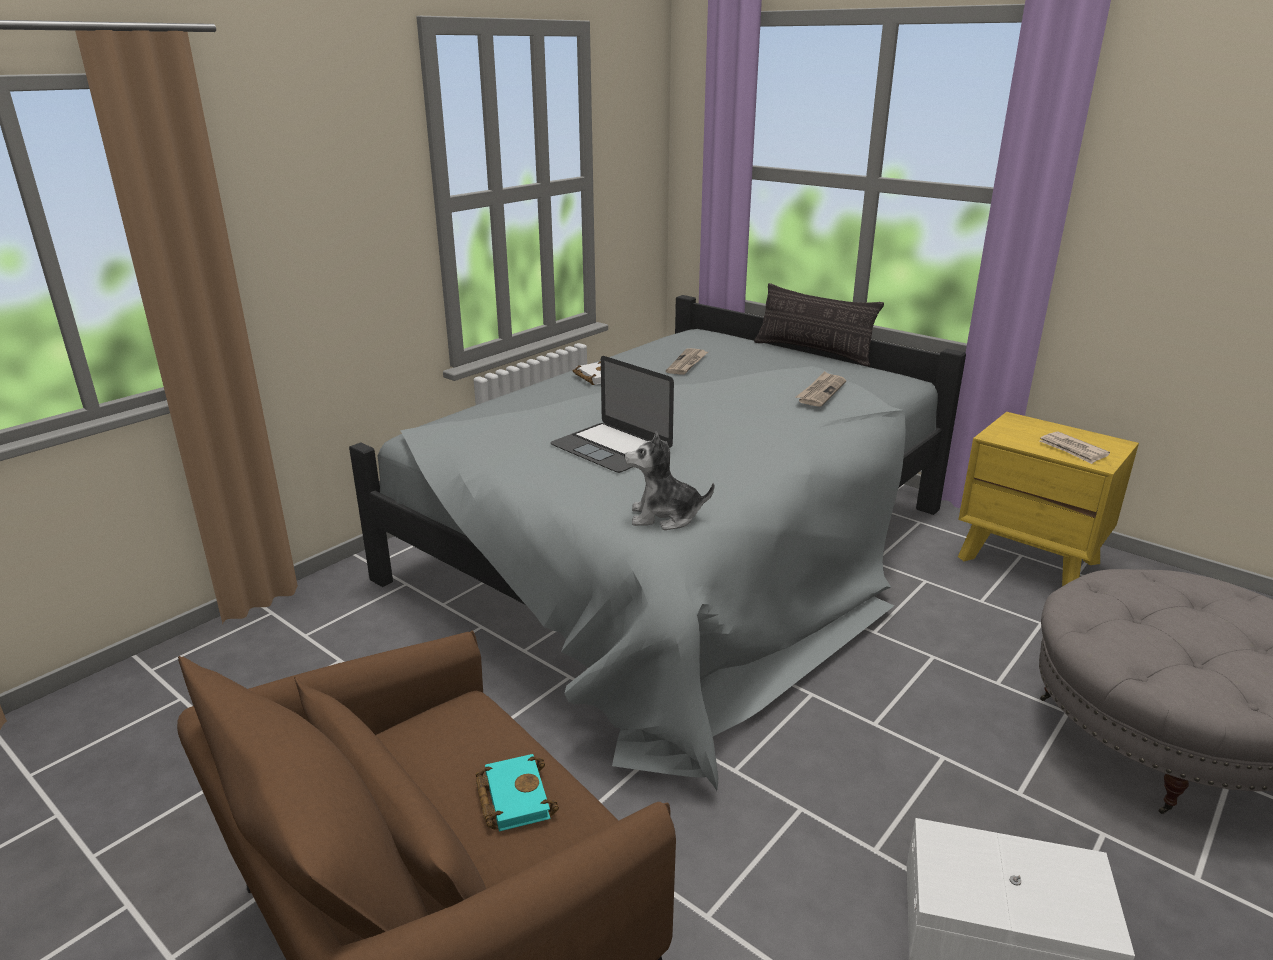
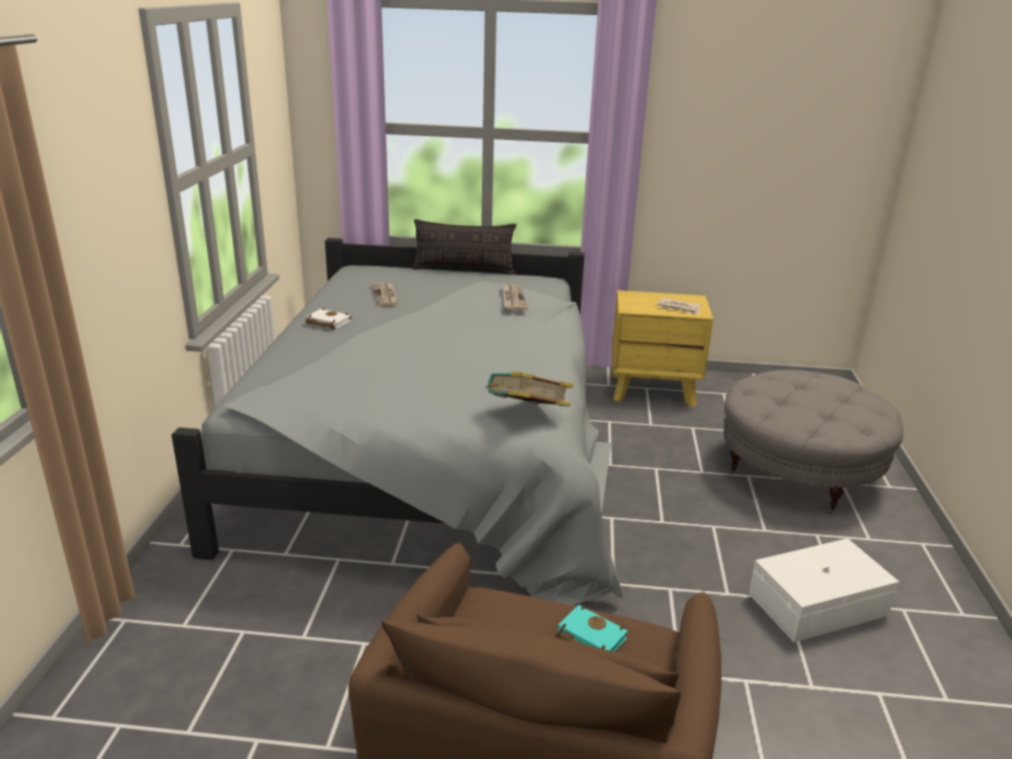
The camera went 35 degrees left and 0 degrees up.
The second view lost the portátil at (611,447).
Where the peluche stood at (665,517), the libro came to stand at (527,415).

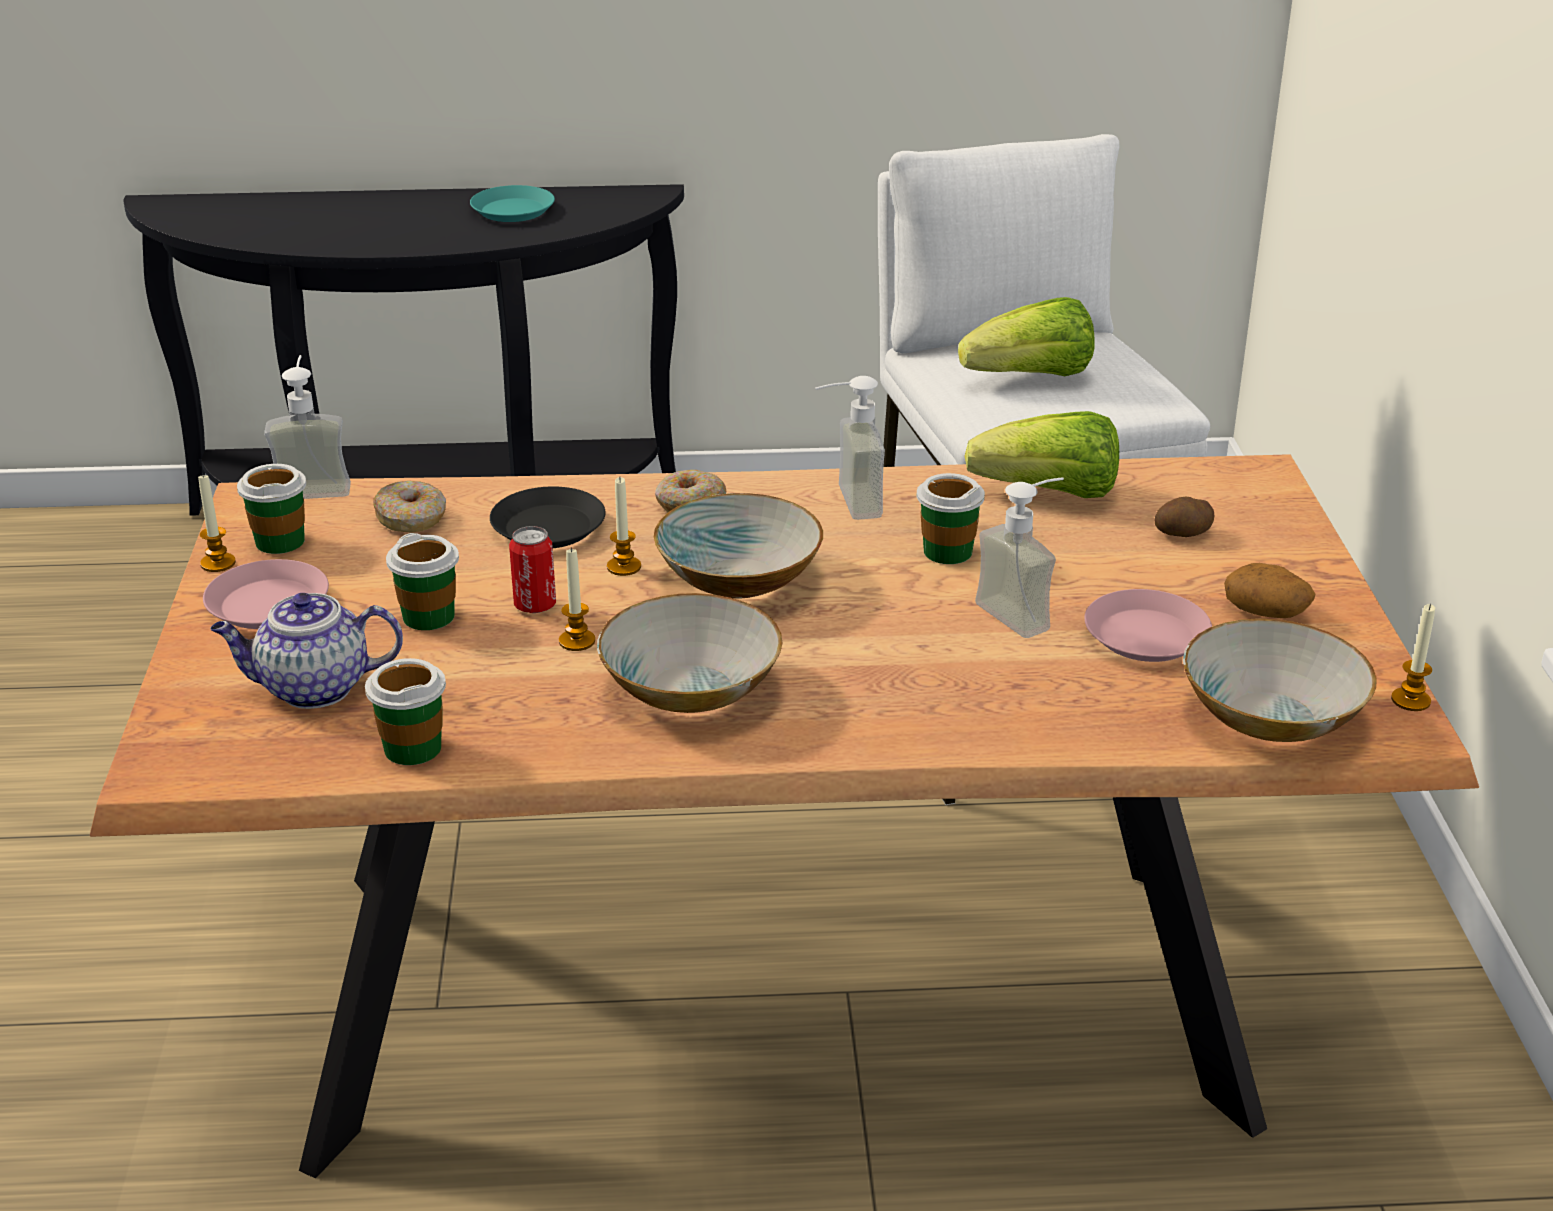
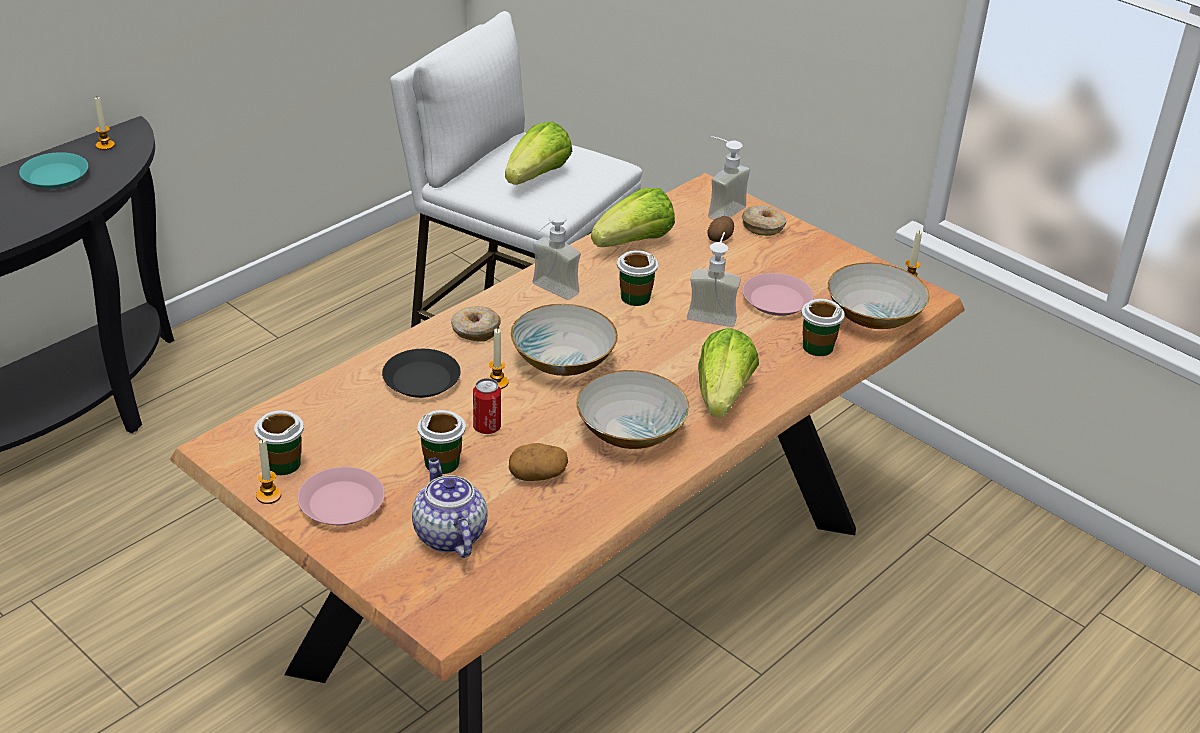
The camera went 45 degrees left and 5 degrees up.
The second view gained the lechuga at (723,396).
The dispensador de jabón ended up elsewhere, having gone from (313,485) to (719,209).
The taza ended up elsewhere, having gone from (412,748) to (817,347).
The rosquilla ended up elsewhere, having gone from (412,518) to (763,227).
The vela ended up elsewhere, having gone from (577,641) to (105,145).
The patata ended up elsewhere, having gone from (1267,611) to (538,474).
The tetera at (312,689) ended up facing another way, 120 degrees clockwise from before.

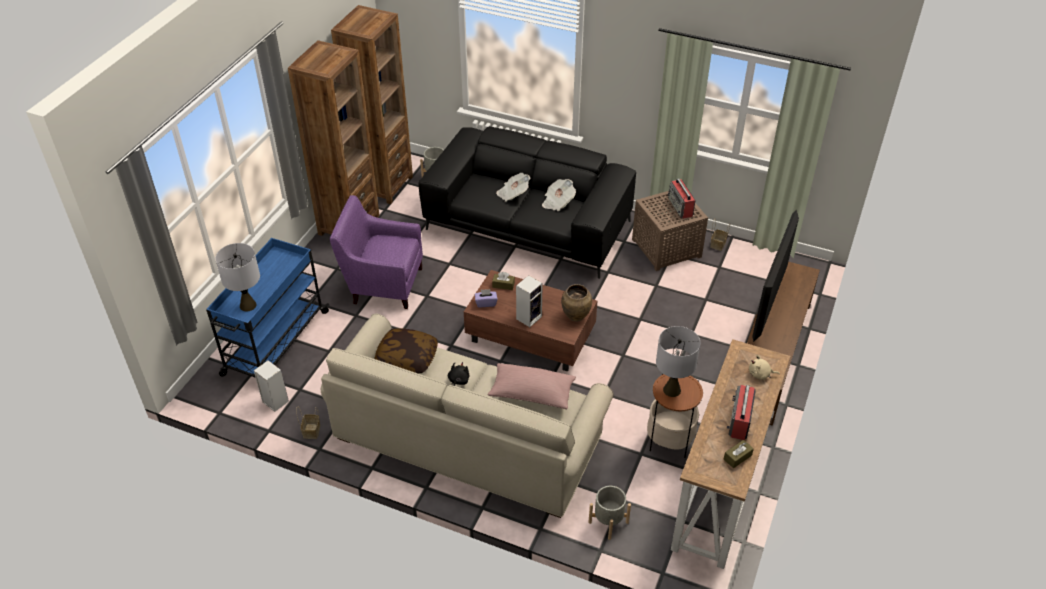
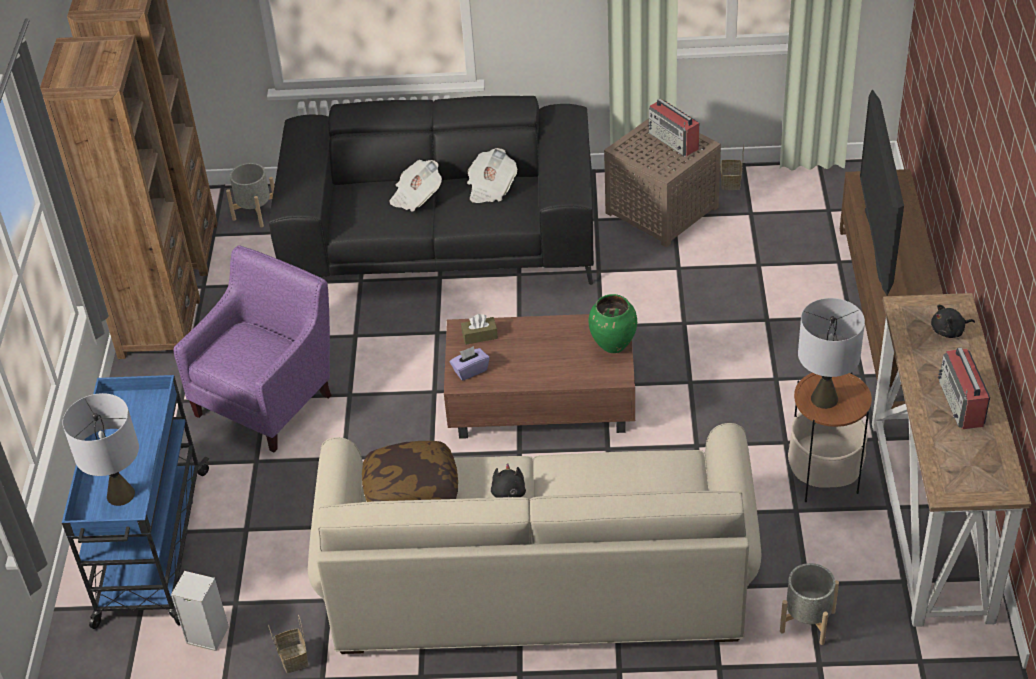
The camera went 20 degrees left and 0 degrees up.
The second view lost the cojín (rosa) at (531,394).
The second view lost the altavoz at (529,317).
The second view lost the caja de pañuelos (marrón) at (737,457).
What was the florero (marrón) at (576,316) turned into the florero (verde) at (613,345).
What was the peluche (beis) at (760,374) turned into the peluche (negro) at (949,331).
The sillón (morado) at (383,283) ended up facing another way, 135 degrees clockwise from before.

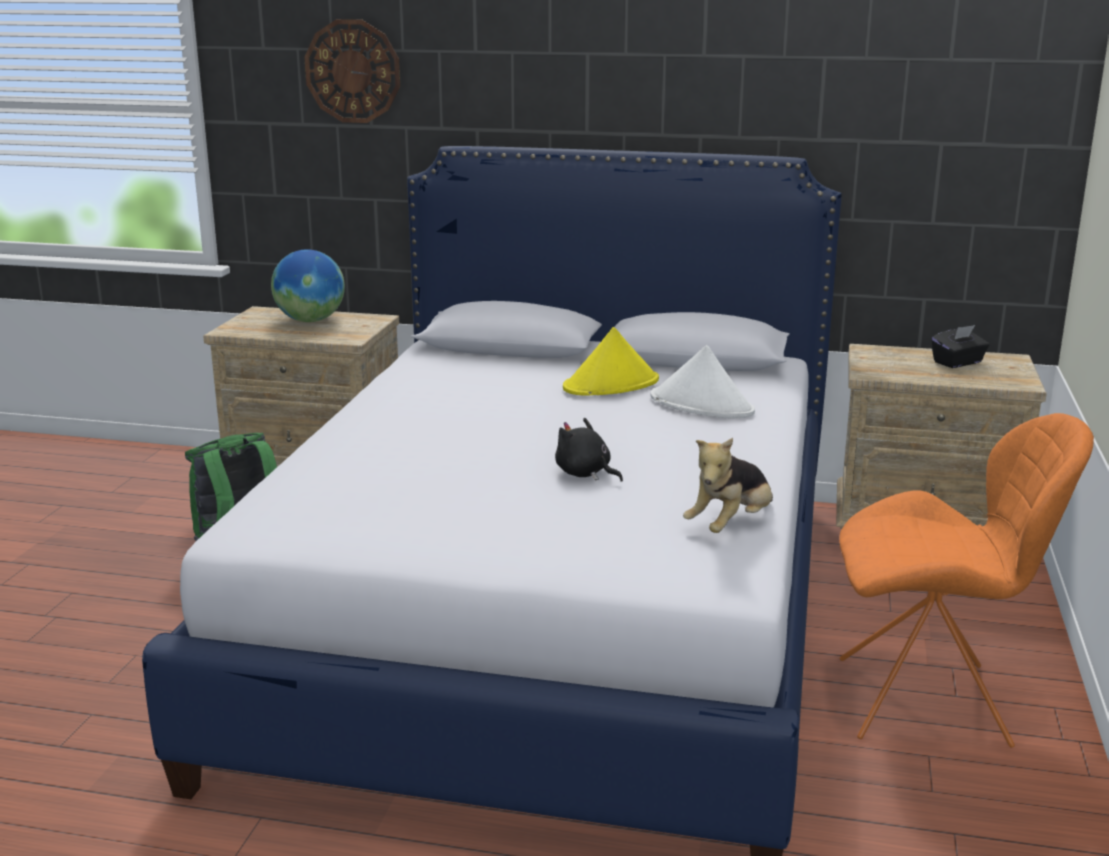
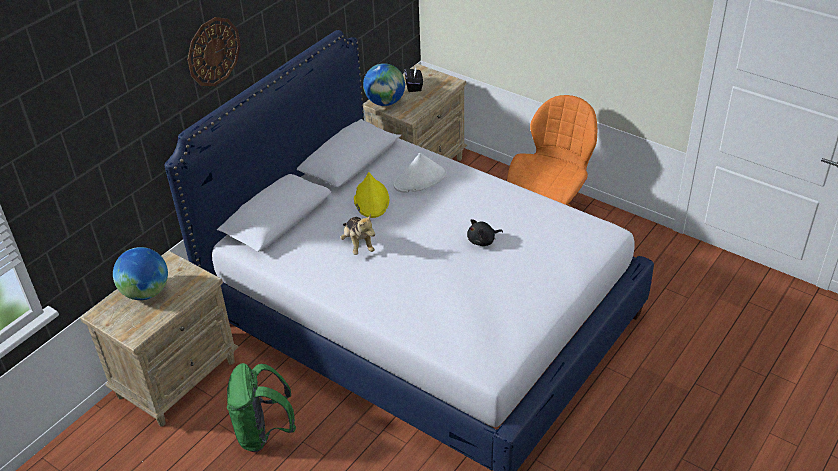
The camera went 65 degrees left and 20 degrees up.
The second view gained the globo terráqueo at (385,102).
The reloj de pared ended up elsewhere, having gone from (353,71) to (213,51).
The peluche ended up elsewhere, having gone from (731,525) to (358,244).

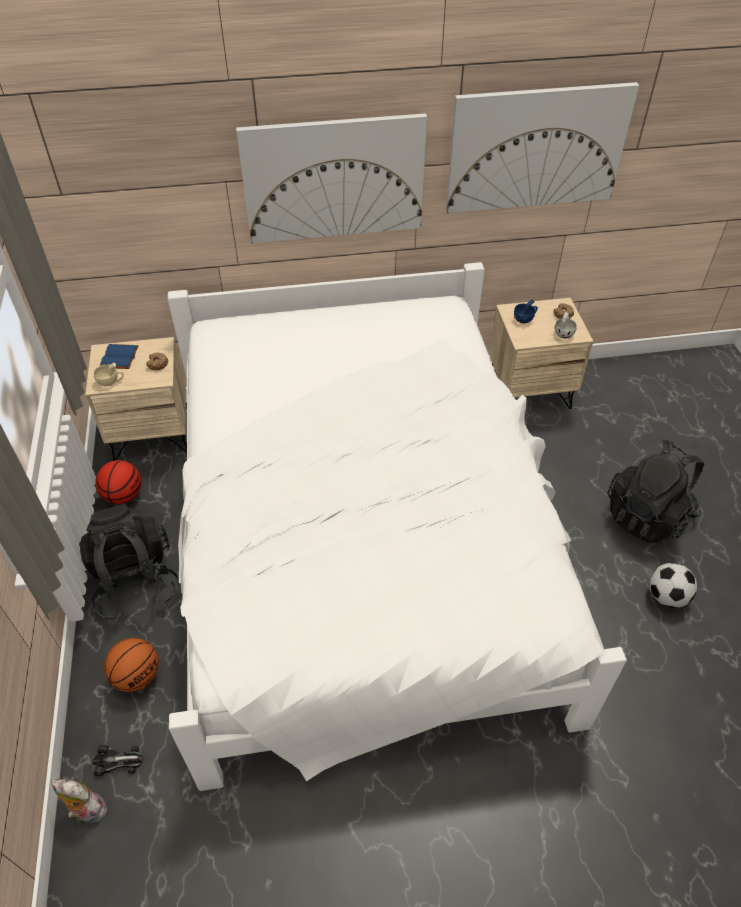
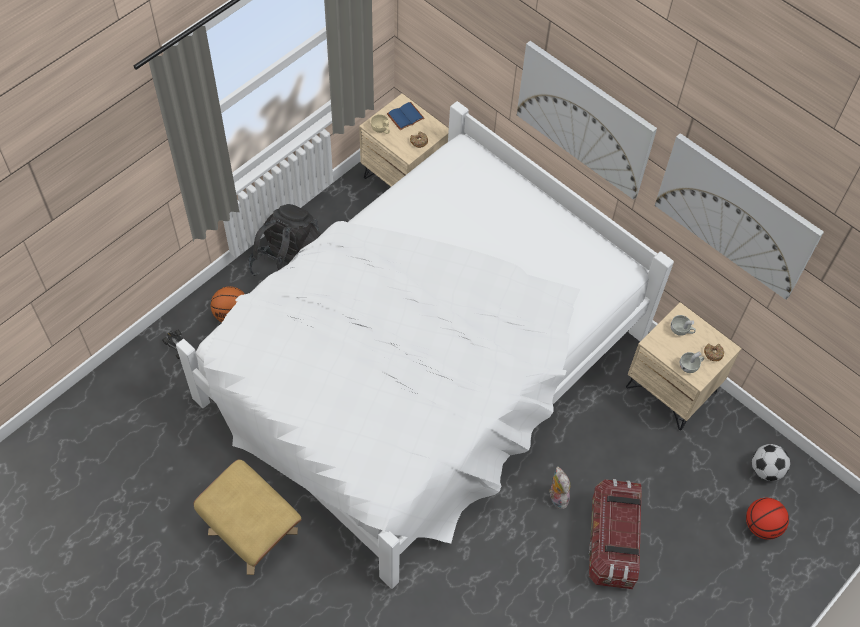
The camera went 50 degrees right and 10 degrees up.
The second view gained the puf (beis) at (253,531).
The peluche ended up elsewhere, having gone from (86,810) to (556,497).
The balón de baloncesto ended up elsewhere, having gone from (123,495) to (761,525).
The balón de fútbol ended up elsewhere, having gone from (666,596) to (766,469).
Where the mochila (negro) stood at (648,515), the caja de almacenaje came to stand at (611,541).
What was the taza (azul) at (525,319) turned into the taza (blanco) at (681,330).

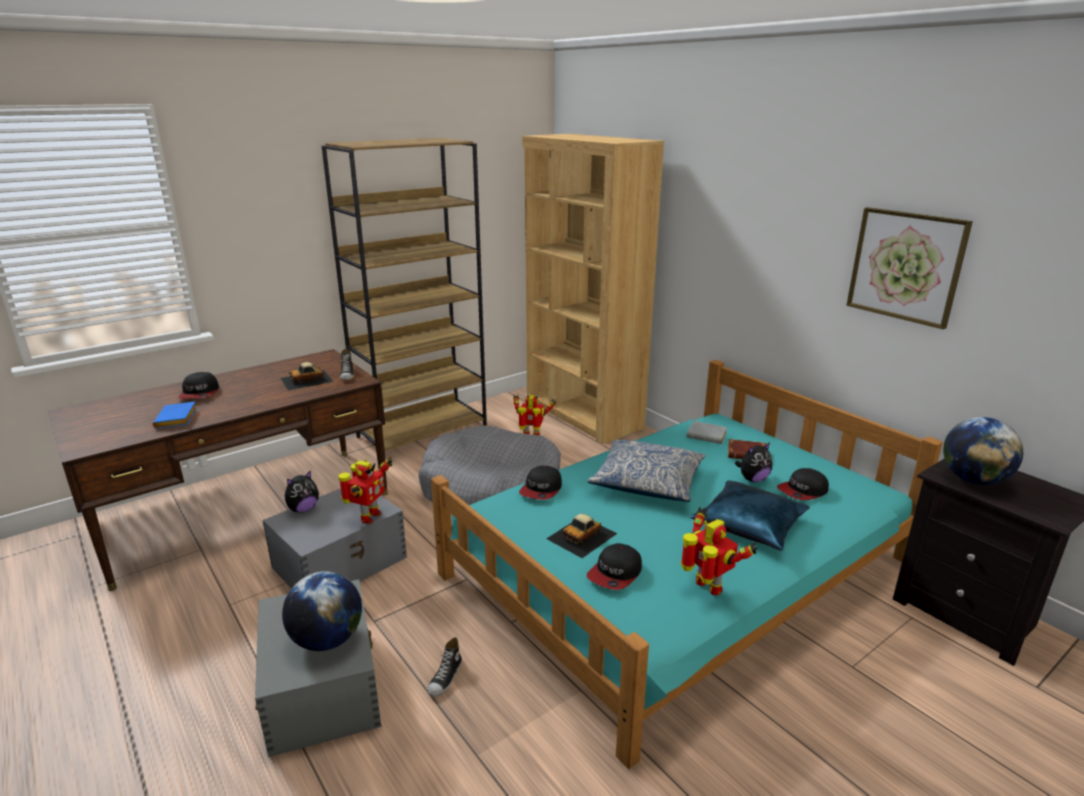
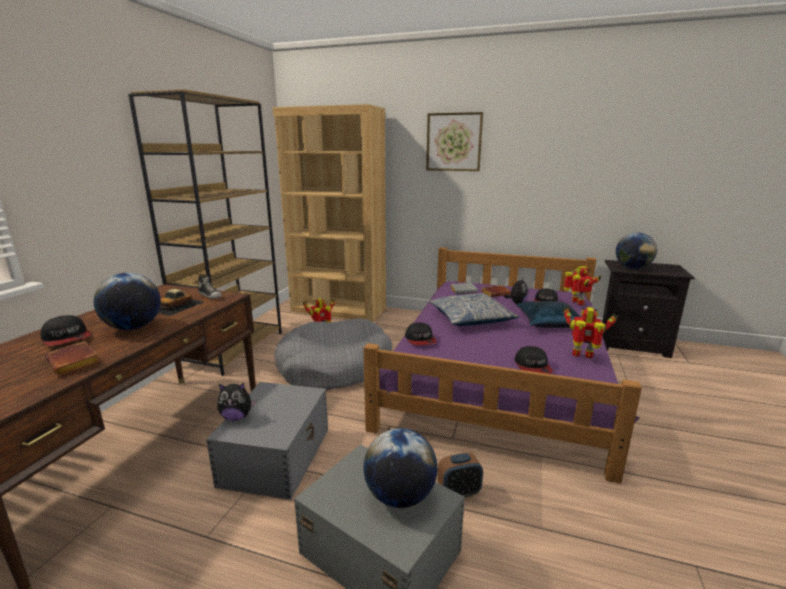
The camera went 35 degrees left and 5 degrees down.
The second view lost the coche de juguete at (582,536).
The second view gained the globo terráqueo at (134,327).
The robot de juguete ended up elsewhere, having gone from (368,517) to (577,303).
The cuadro ended up elsewhere, having gone from (906,266) to (454,142).
Where the zapato stood at (446,678), the despertador came to stand at (459,492).
What was the libro (azul) at (177,419) turned into the libro (marrón) at (75,363).
What was the cama (turquesa) at (677,568) turned into the cama (morado) at (499,371).
The peluche at (303,509) ended up facing another way, 75 degrees clockwise from before.

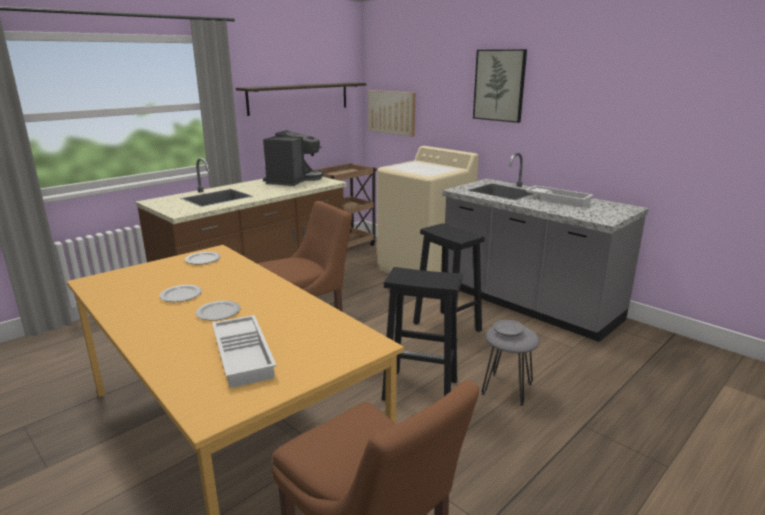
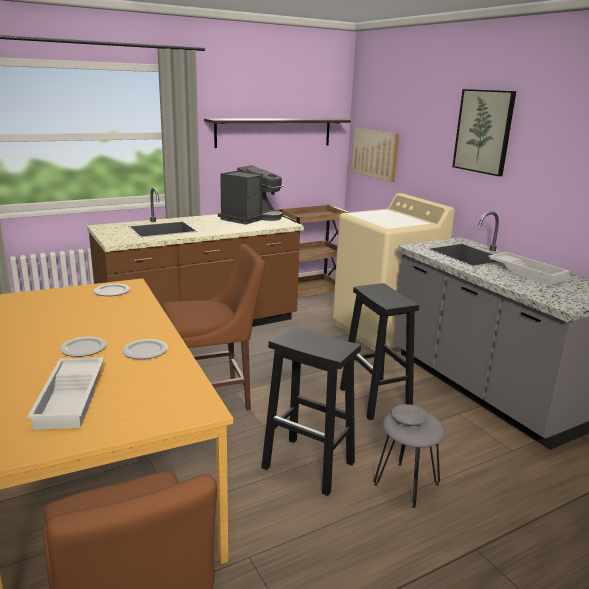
The camera went 15 degrees right and 0 degrees up.
The plato ended up elsewhere, having gone from (182,295) to (146,351).

